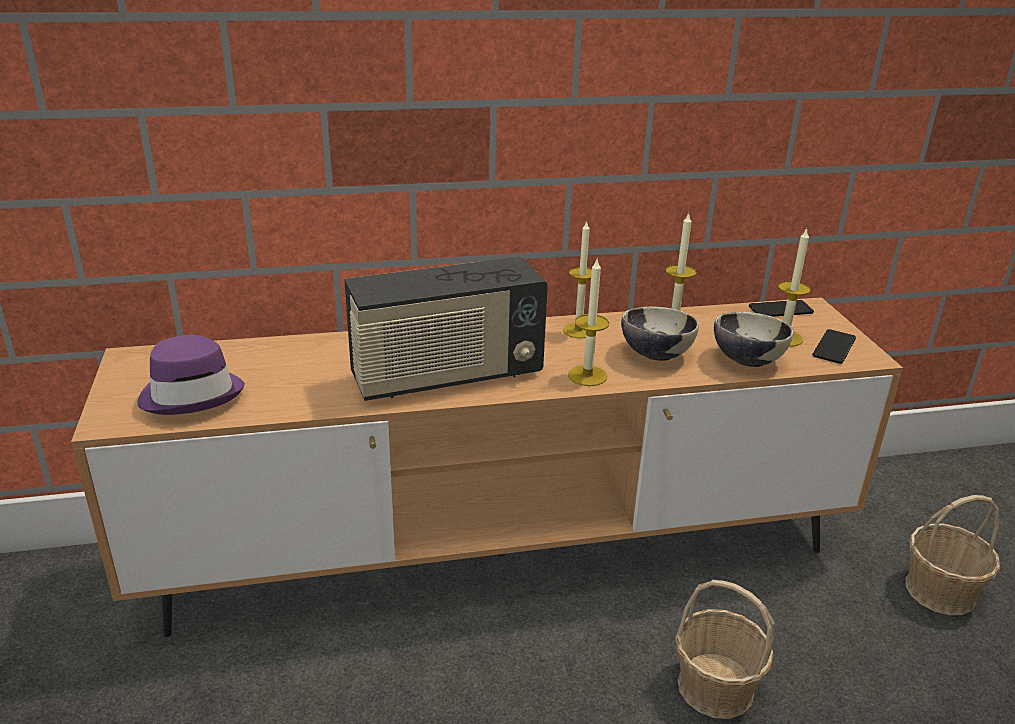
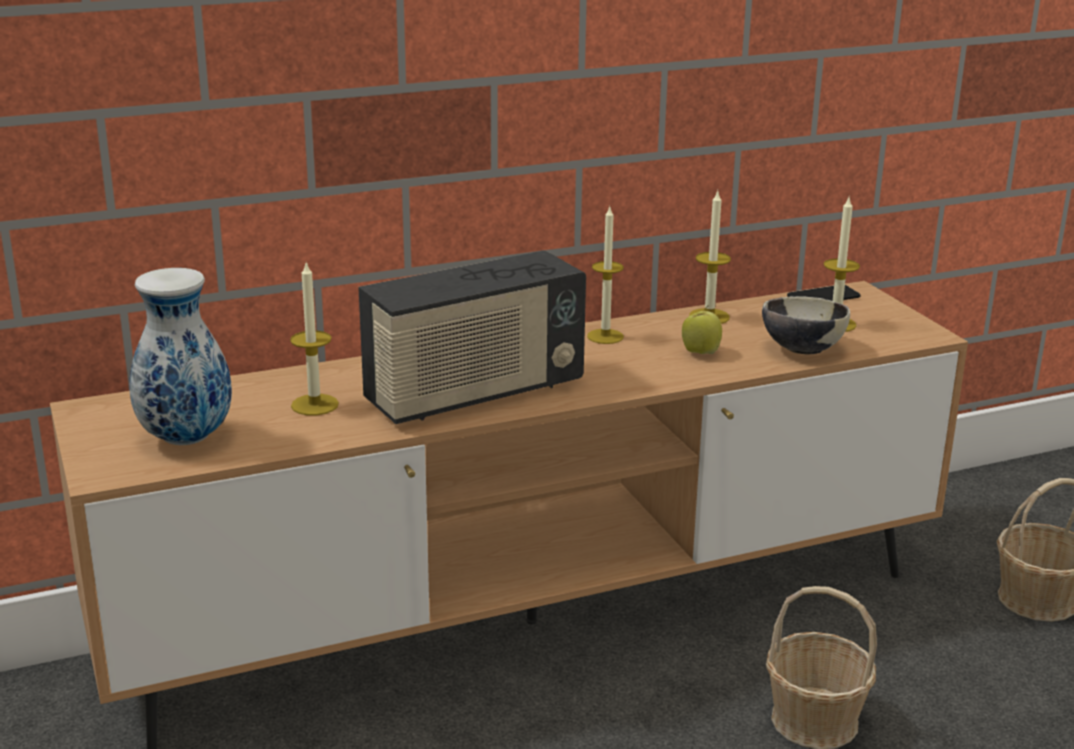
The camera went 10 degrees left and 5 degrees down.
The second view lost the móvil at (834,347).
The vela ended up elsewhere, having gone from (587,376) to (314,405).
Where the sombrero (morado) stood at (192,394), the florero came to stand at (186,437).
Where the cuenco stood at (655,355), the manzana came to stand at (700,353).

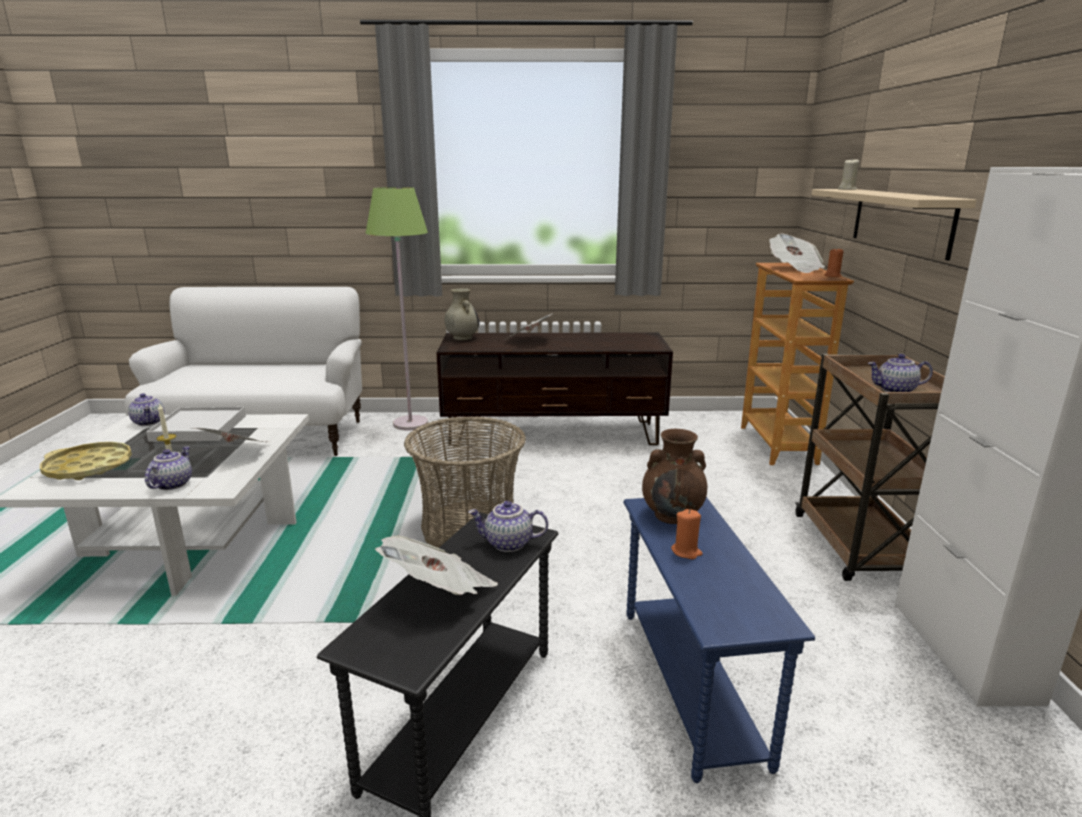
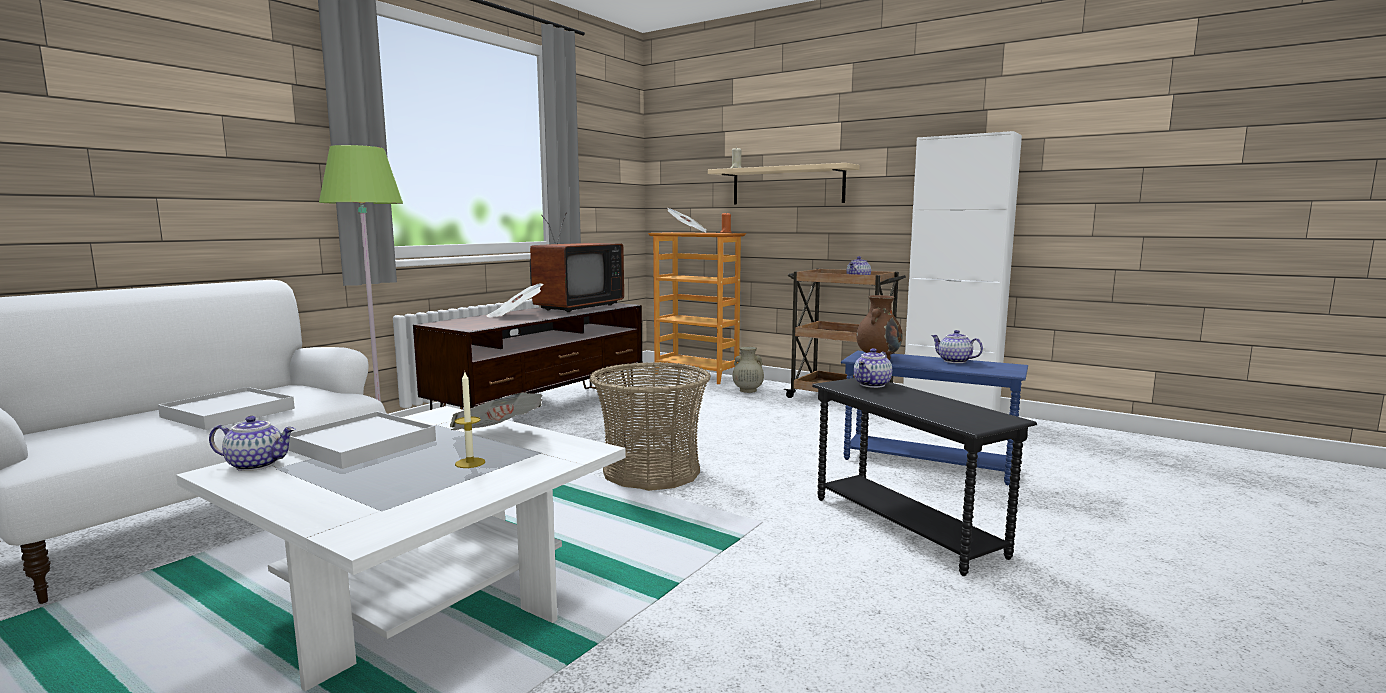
The camera went 55 degrees left and 10 degrees down.
The second view lost the bandeja (amarillo) at (89,467).
The second view lost the periódico at (440,591).
The second view lost the vela (naranja) at (686,552).
The second view gained the bandeja (blanco) at (229,413).
The second view gained the televisor at (574,307).
The tetera ended up elsewhere, having gone from (172,484) to (954,361).
The florero (beis) ended up elsewhere, having gone from (462,337) to (747,390).

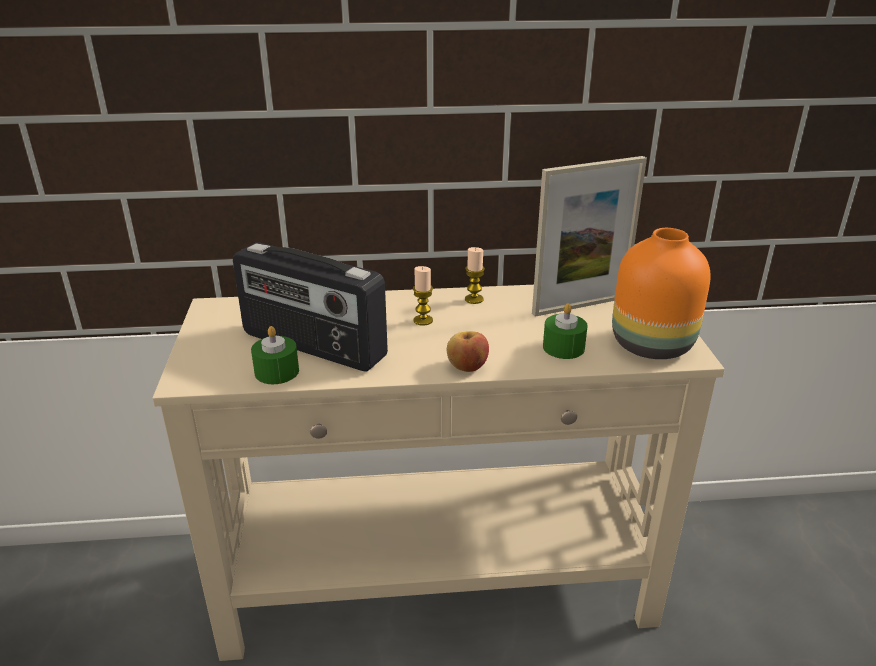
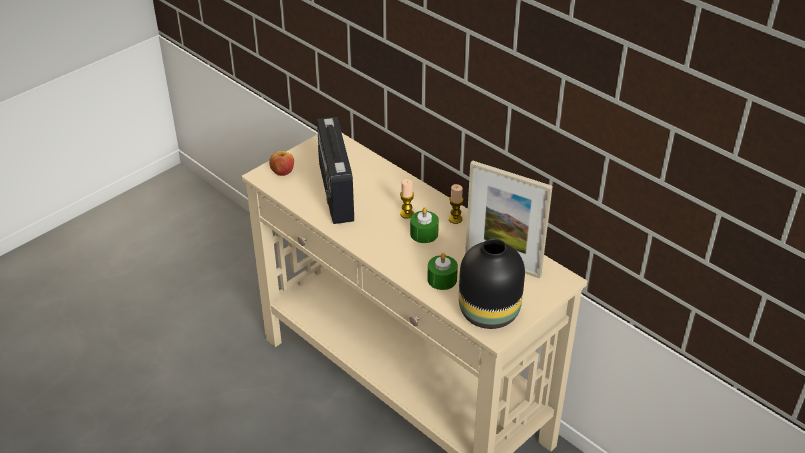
The camera went 50 degrees right and 10 degrees up.
The vela (verde) ended up elsewhere, having gone from (277,372) to (424,233).
The manzana ended up elsewhere, having gone from (467,367) to (282,172).
What was the florero (naranja) at (649,344) turned into the florero (negro) at (488,311).

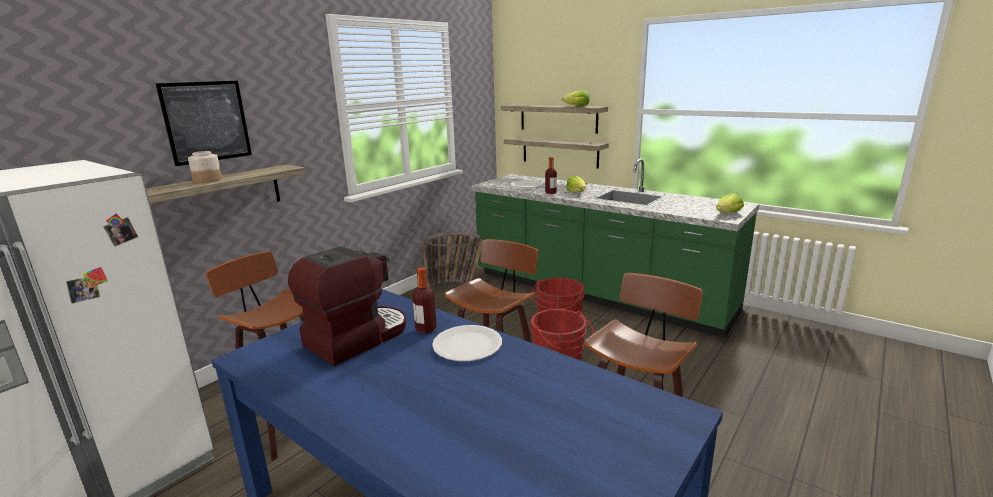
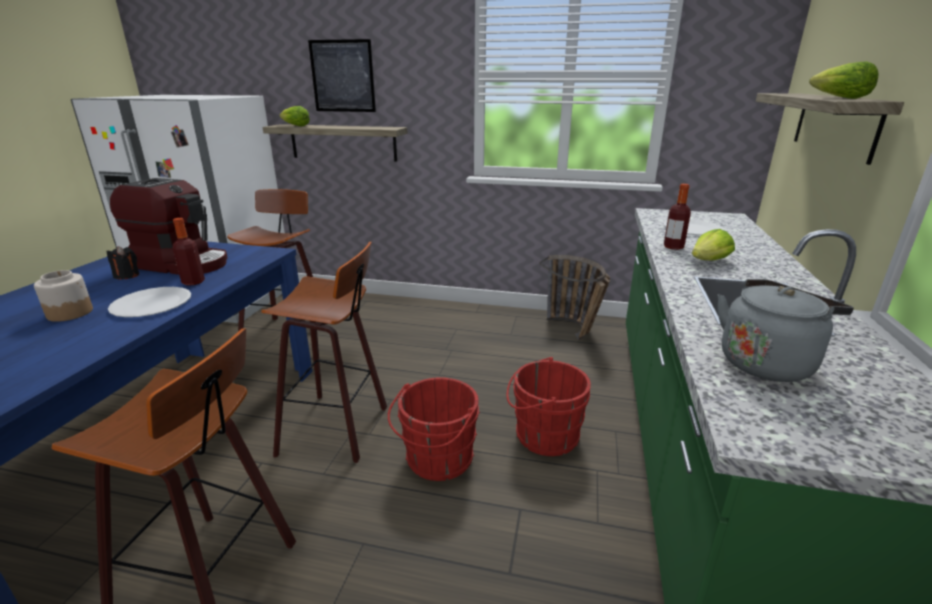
The camera went 65 degrees right and 5 degrees up.
The second view lost the estante at (559,152).
The second view gained the vela (negro) at (127,276).
The second view gained the hervidor (gris) at (767,362).
The tarro ended up elsewhere, having gone from (207,180) to (70,313).
The lechuga ended up elsewhere, having gone from (728,213) to (295,126).

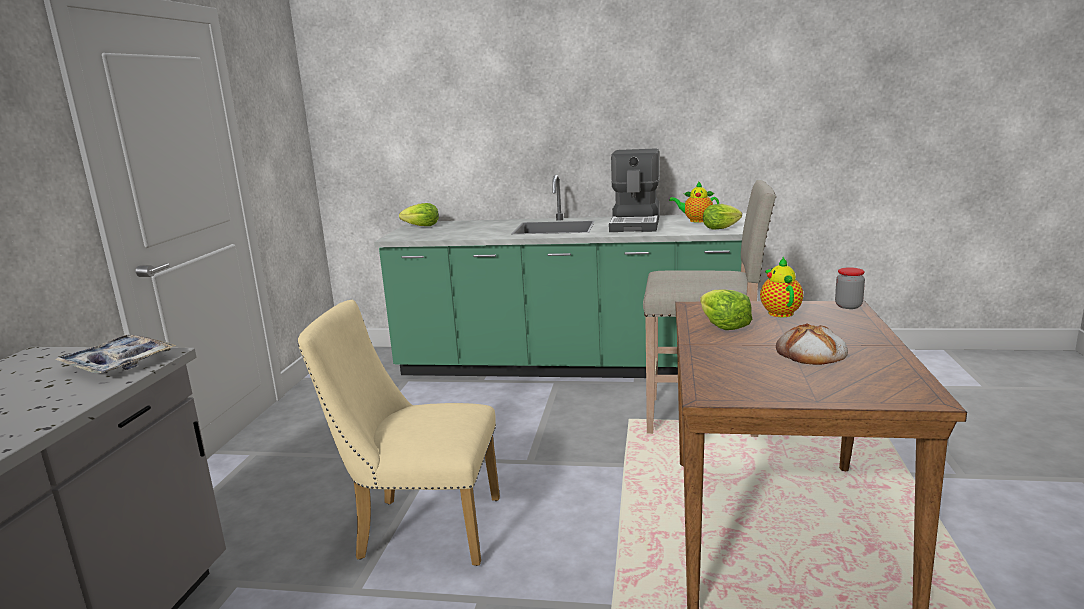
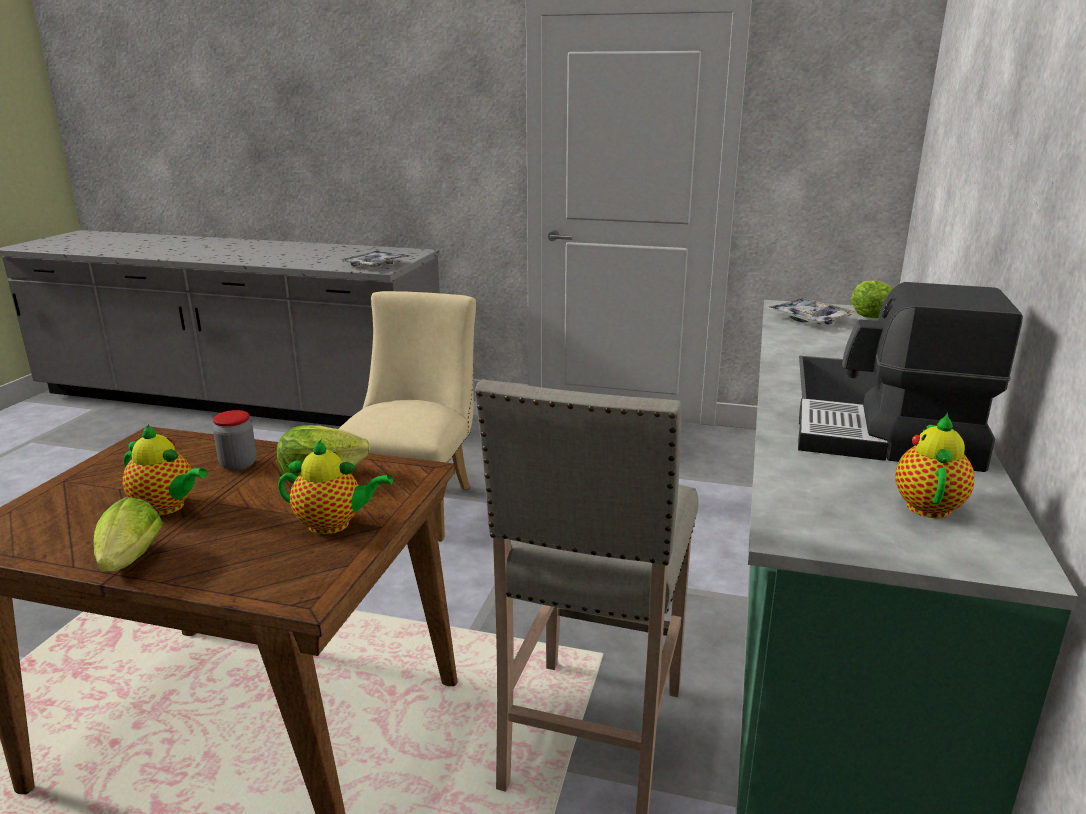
The camera went 95 degrees right and 5 degrees up.
The second view gained the bandeja at (808,319).
The lechuga ended up elsewhere, having gone from (722,228) to (129,564).
The tarro ended up elsewhere, having gone from (848,306) to (238,464).
Where the pan stood at (811,353), the tetera came to stand at (167,507).

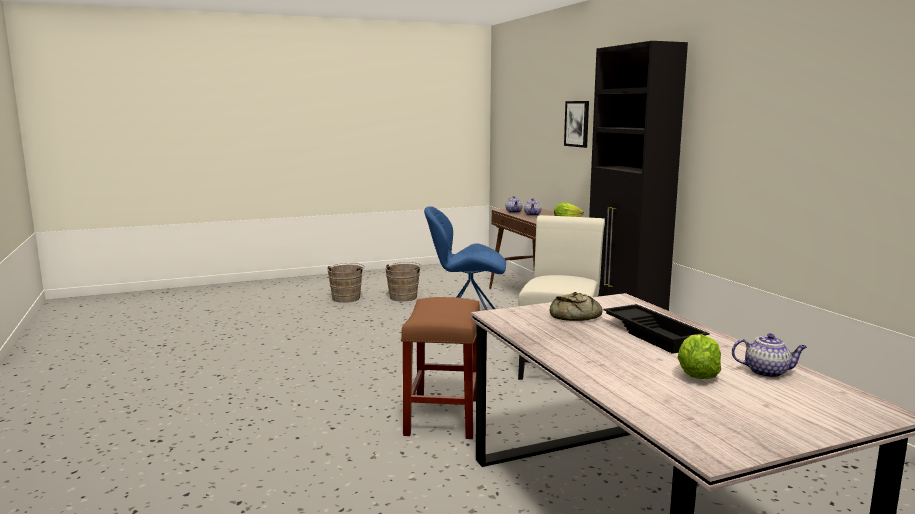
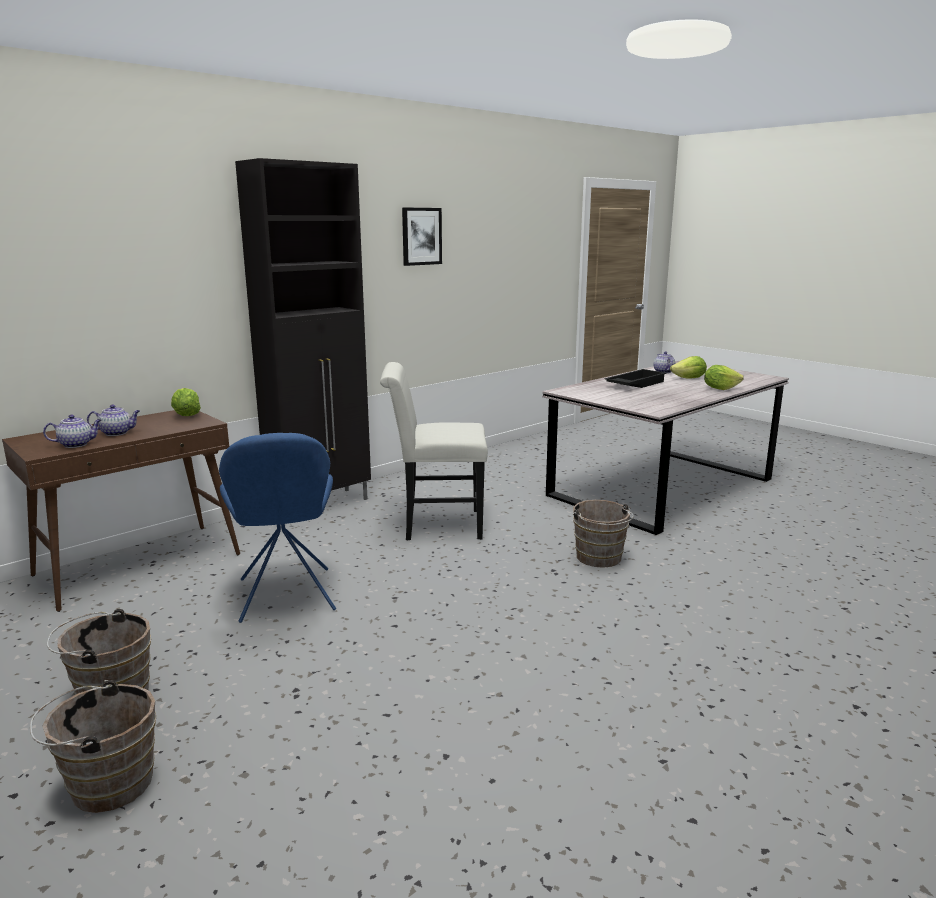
The camera went 110 degrees left and 5 degrees up.
The second view lost the pan at (574,316).
The second view gained the lechuga at (720,388).
The cuadro ended up elsewhere, having gone from (577,124) to (421,236).
Where the taburete (marrón) stood at (443,416), the cubo (marrón) came to stand at (599,559).

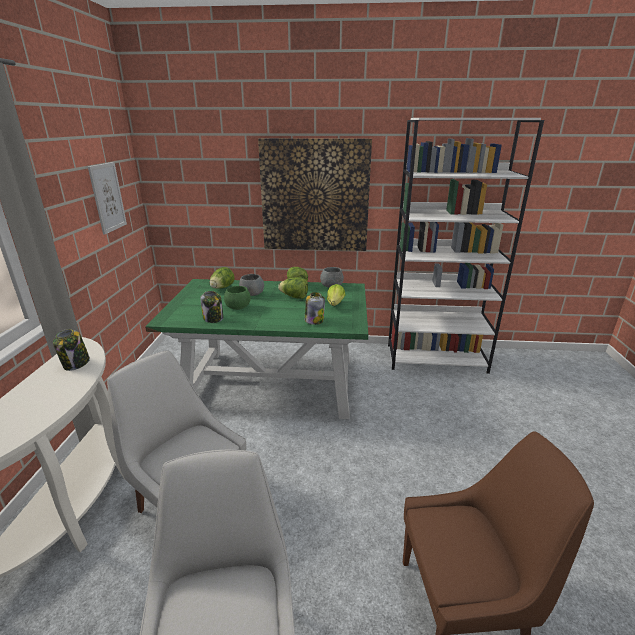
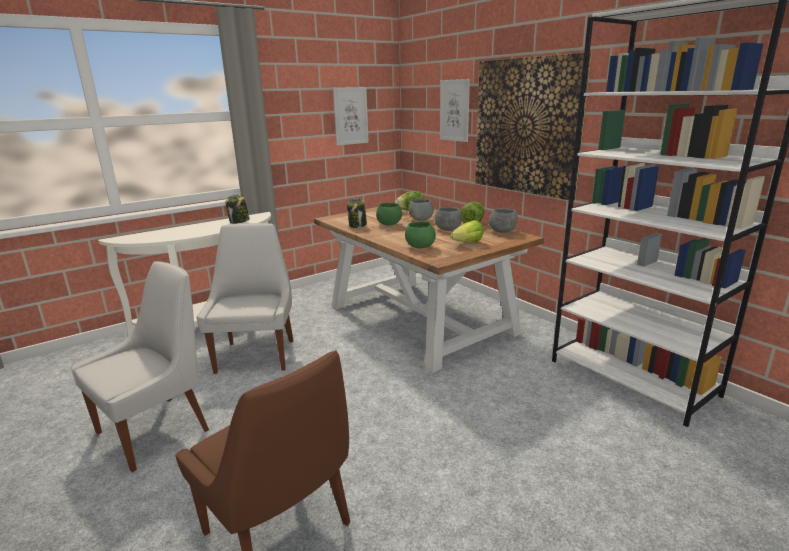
The camera went 50 degrees right and 5 degrees down.
The second view gained the cuadro at (454,110).
Where the lechuga stood at (294,297), the cuenco (gris) came to stand at (447,229).
Where the tarro stood at (314,320), the cuenco (verde) came to stand at (420,246).
What was the mesa de comedor (verde) at (273,382) turned into the mesa de comedor (marrón) at (420,319).

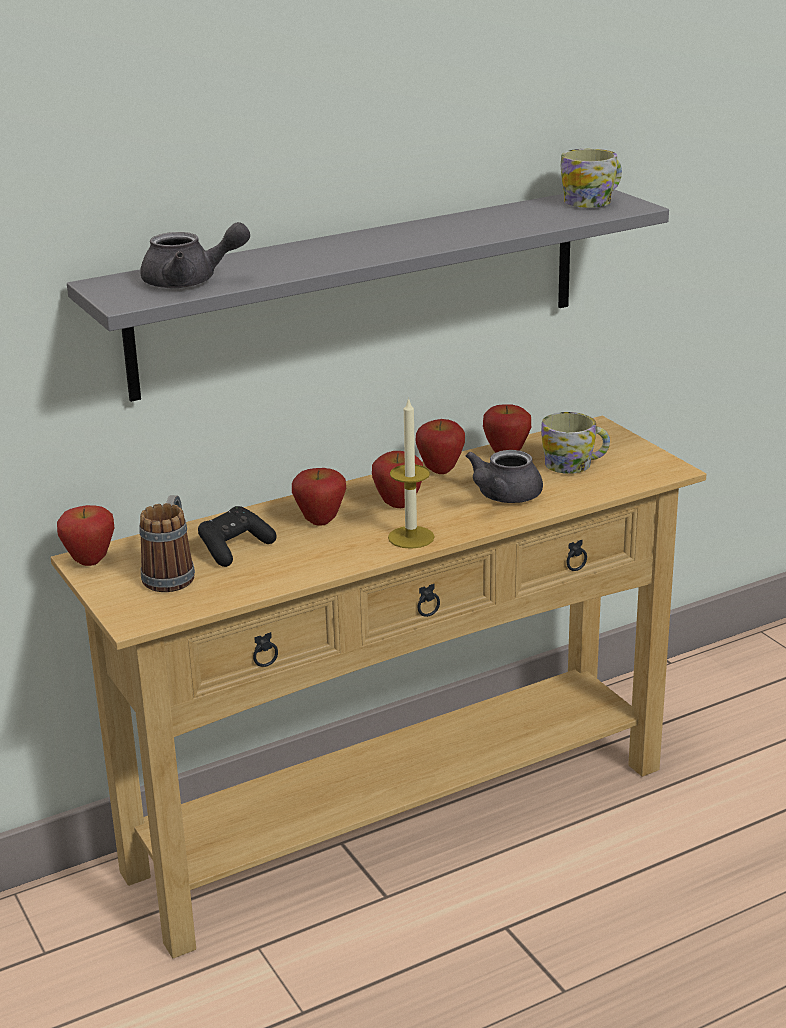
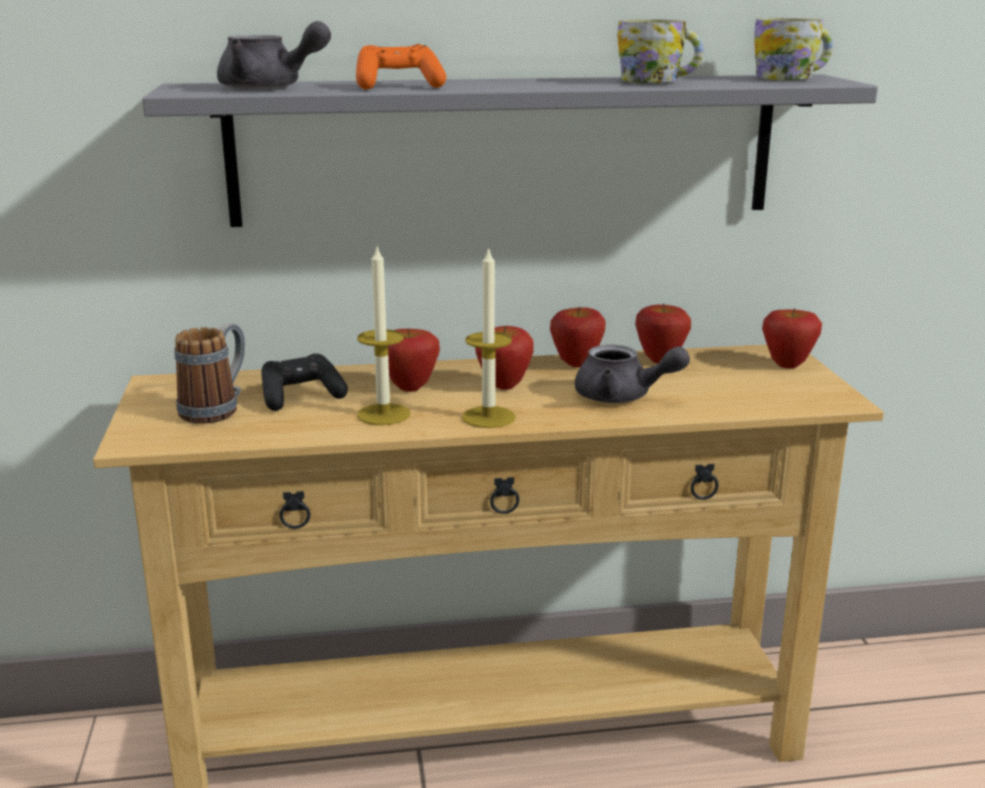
The camera went 20 degrees right and 5 degrees down.
The second view gained the mando de consola (naranja) at (398,86).
The second view gained the vela at (383,414).
The manzana ended up elsewhere, having gone from (90,561) to (787,365).
The taza grande ended up elsewhere, having gone from (574,465) to (658,82).
The tetera (gris) at (503,497) ended up facing another way, 120 degrees counterclockwise from before.

